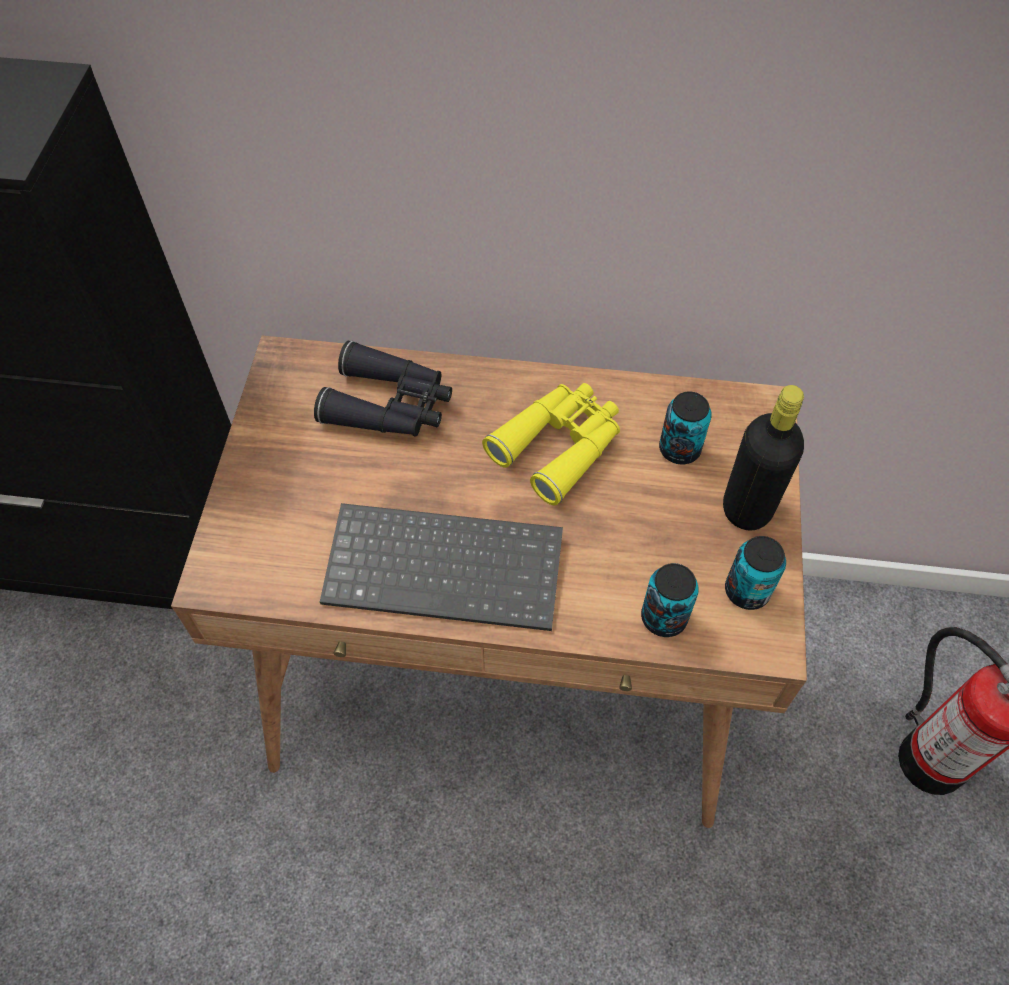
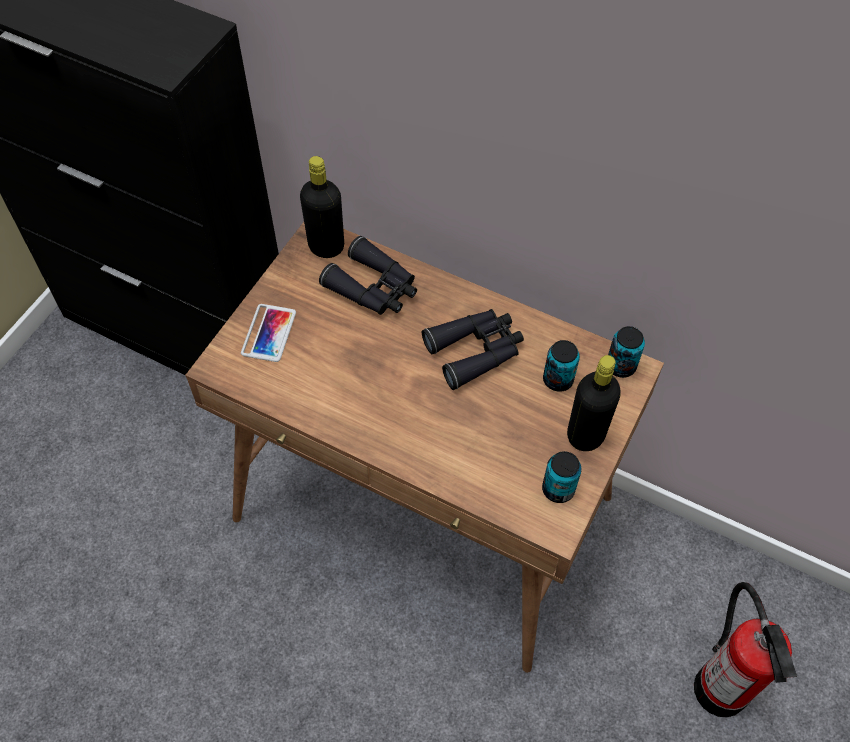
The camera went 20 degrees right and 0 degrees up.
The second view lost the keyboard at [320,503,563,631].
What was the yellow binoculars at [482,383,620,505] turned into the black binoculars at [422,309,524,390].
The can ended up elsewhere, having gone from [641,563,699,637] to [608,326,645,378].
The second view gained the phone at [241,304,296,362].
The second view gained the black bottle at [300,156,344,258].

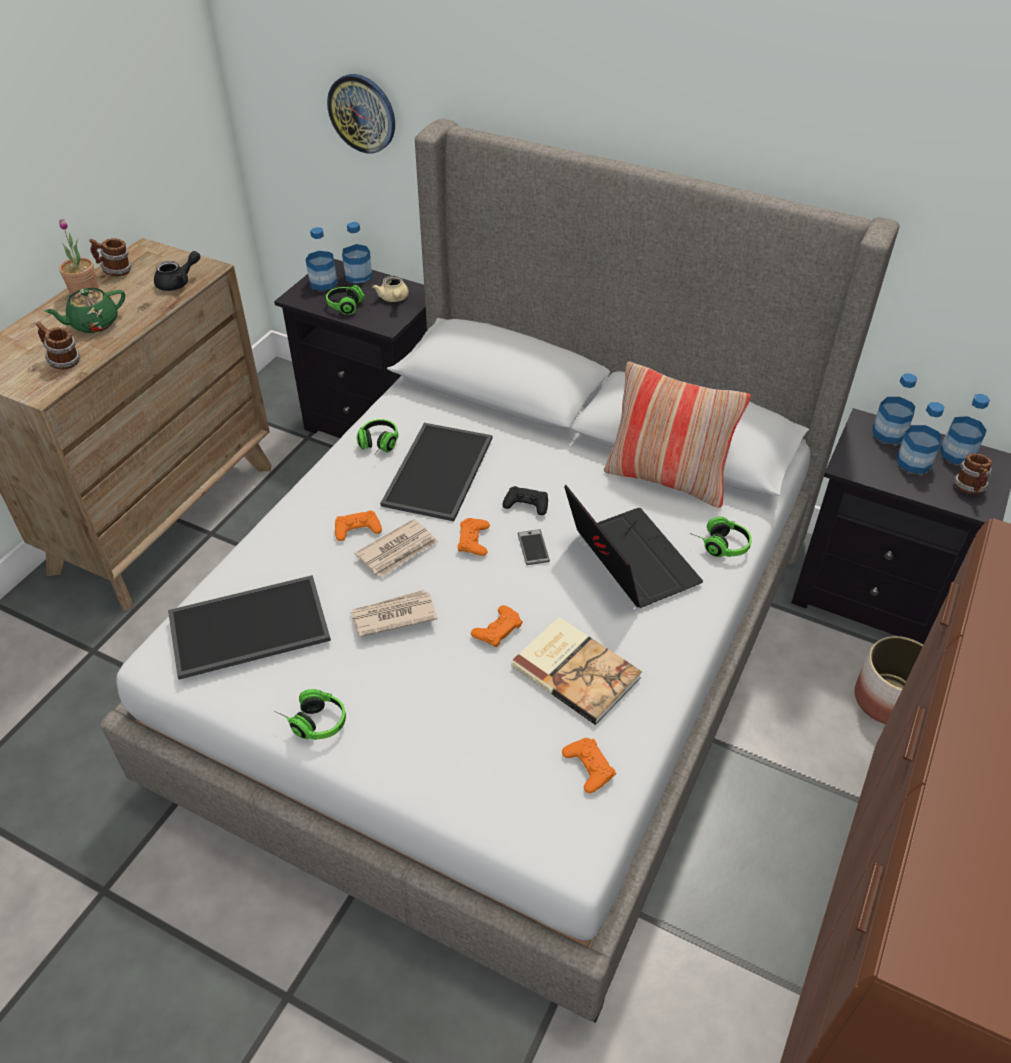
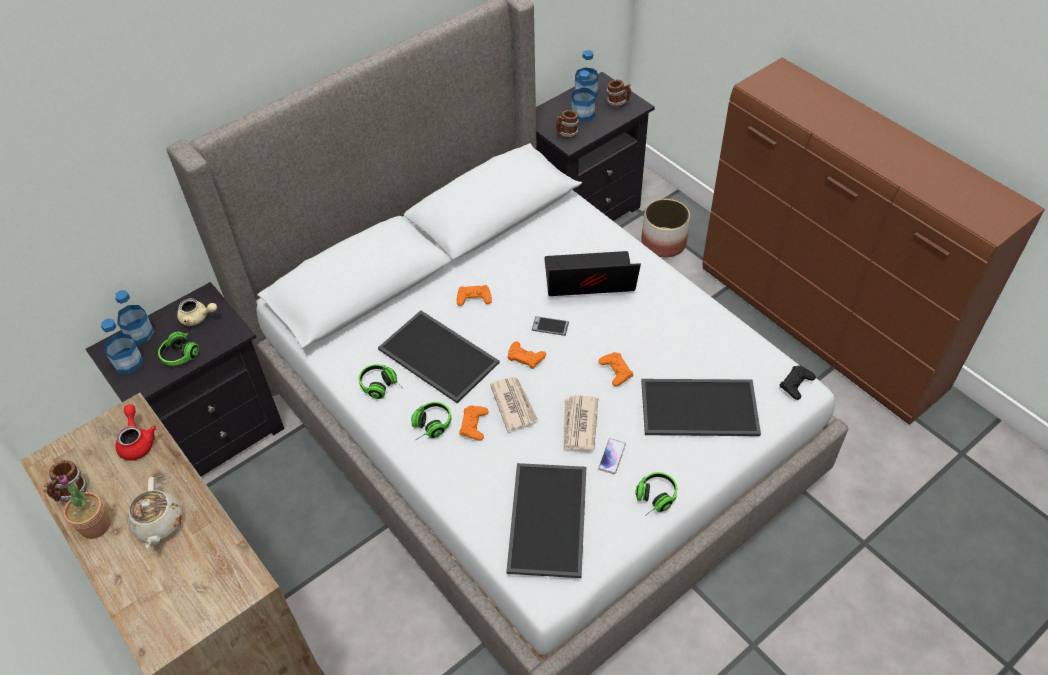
The camera went 65 degrees left and 5 degrees up.
The mug ended up elsewhere, having gone from [36,322,80,369] to [556,110,579,138].
What was the green teapot at [44,288,125,333] turned into the beige teapot at [127,477,182,548].
What was the black teapot at [154,251,200,291] turned into the red teapot at [115,404,156,461].
The second view lost the wall clock at [327,74,395,153].
The black game controller ended up elsewhere, having gone from [502,486,548,515] to [779,365,816,400].
The second view lost the book at [511,617,642,725].
The orange game controller ended up elsewhere, having gone from [562,738,616,793] to [456,285,492,306].
The second view lost the pillow at [604,362,751,508].
The headphones ended up elsewhere, having gone from [690,517,752,557] to [411,402,451,440].
The second view lost the bottle at [873,373,917,444].
The second view gained the phone at [598,438,626,474].
The second view gained the tray at [641,379,761,436].

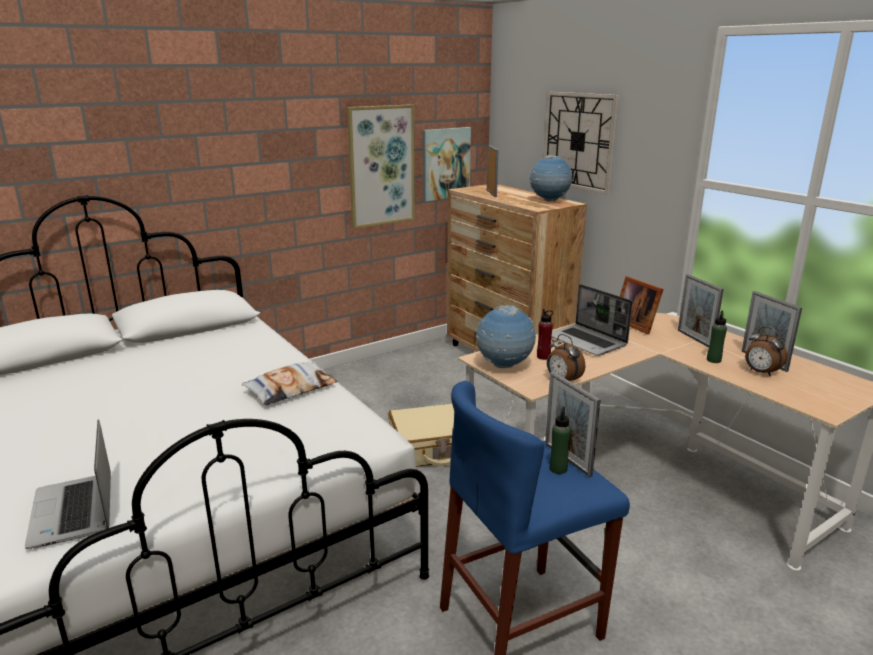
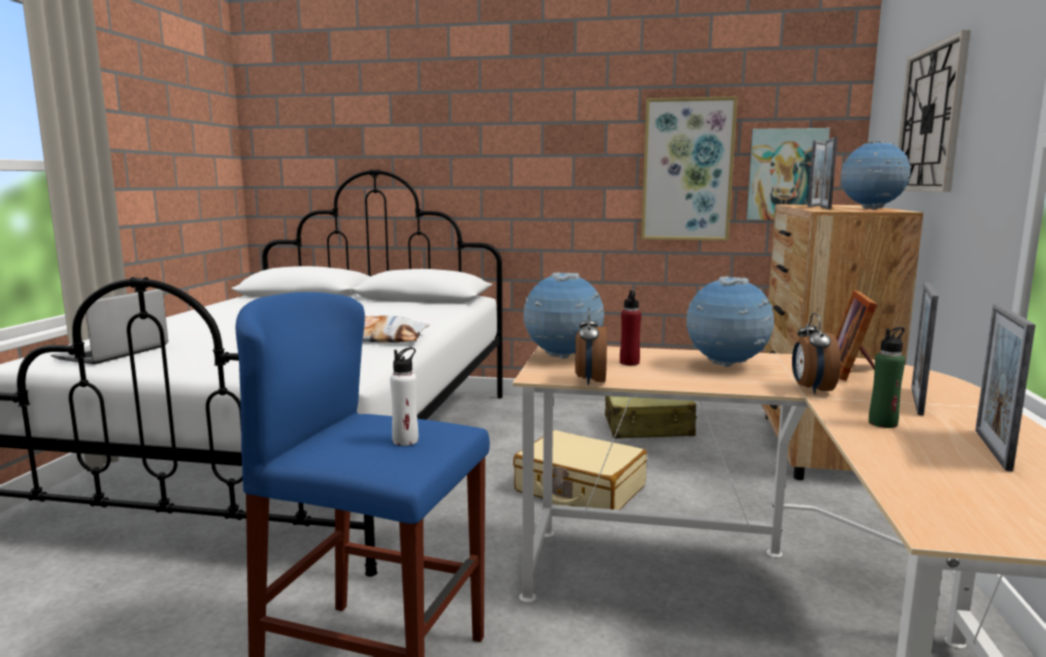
The camera went 45 degrees right and 10 degrees down.
The picture frame ended up elsewhere, having gone from [545,372,601,477] to [820,137,838,209].
What was the green bottle at [549,407,571,474] turned into the white bottle at [390,347,418,446].
Where the laptop stood at [552,284,633,356], the globe came to stand at [686,276,774,367].
The alarm clock ended up elsewhere, having gone from [745,326,787,376] to [792,313,841,394].
The second view gained the beige suitcase at [605,396,697,439].

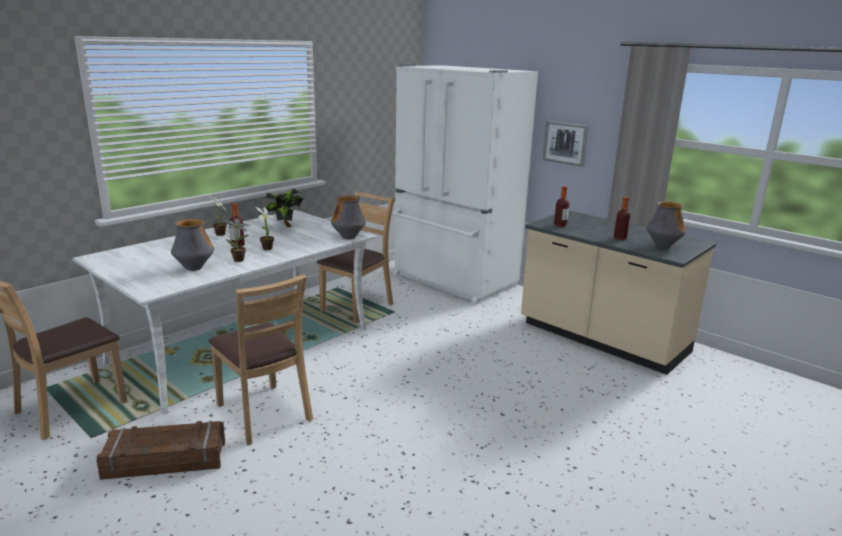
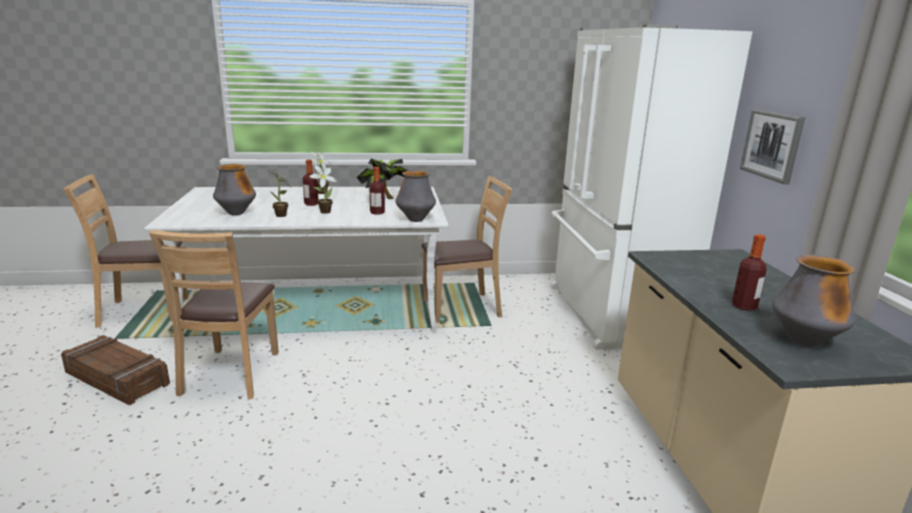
The camera went 40 degrees right and 0 degrees up.
The bottle ended up elsewhere, having gone from [554,186,569,227] to [369,167,385,215].

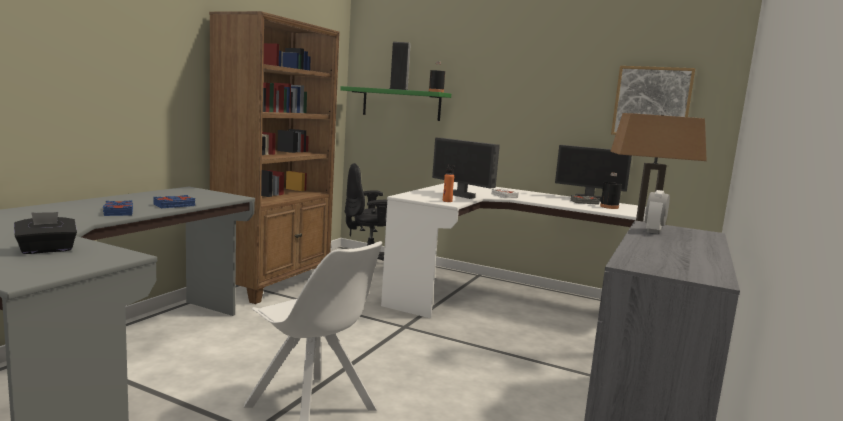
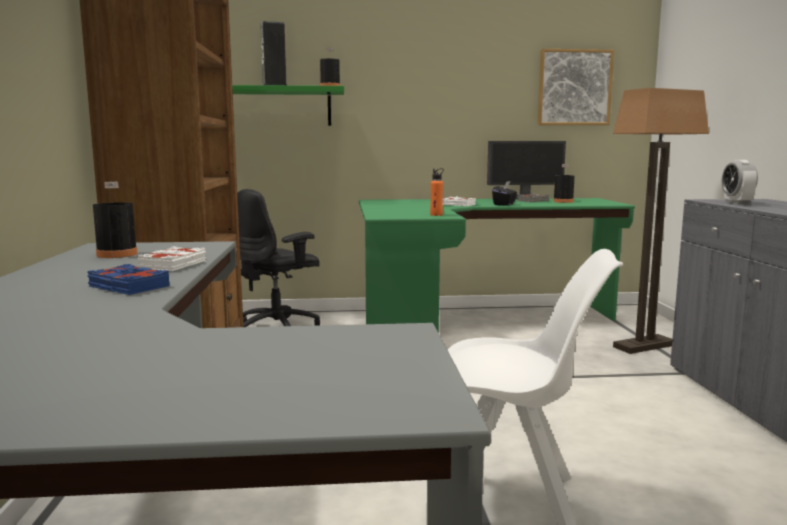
The camera went 30 degrees left and 0 degrees up.
The black tissue box ended up elsewhere, having gone from [14,212,77,254] to [492,181,517,206].
What was the blue book at [153,195,196,208] turned into the white book at [137,246,206,271].
What was the white desk at [381,182,646,318] turned into the green desk at [359,198,635,333].
The second view lost the monitor at [432,138,500,199].
The second view gained the black bottle at [93,182,138,258].

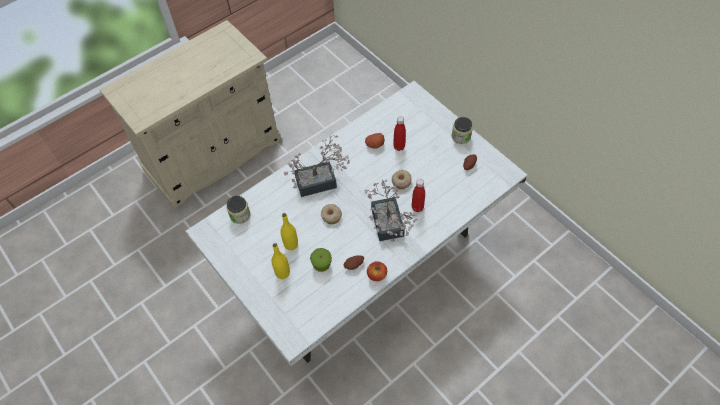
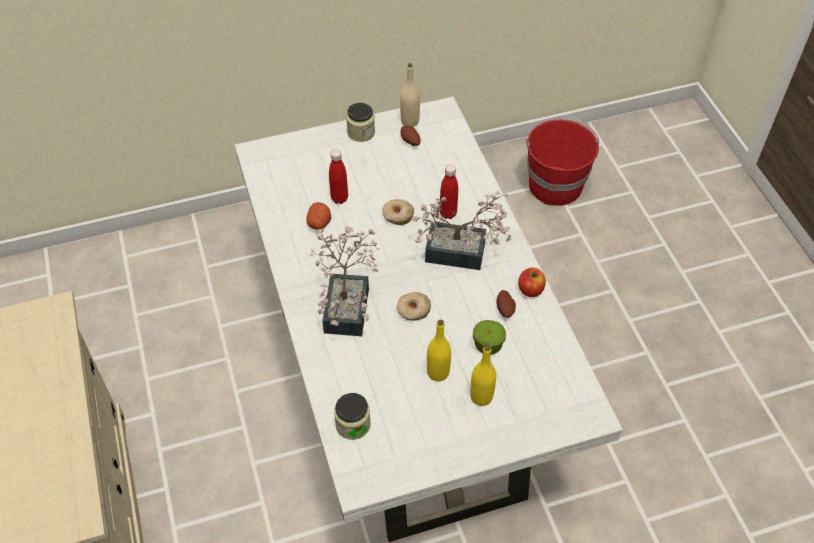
The camera went 70 degrees left and 5 degrees down.
The second view gained the beige bottle at [400,63,420,127].
The second view gained the red bucket at [525,119,599,206].

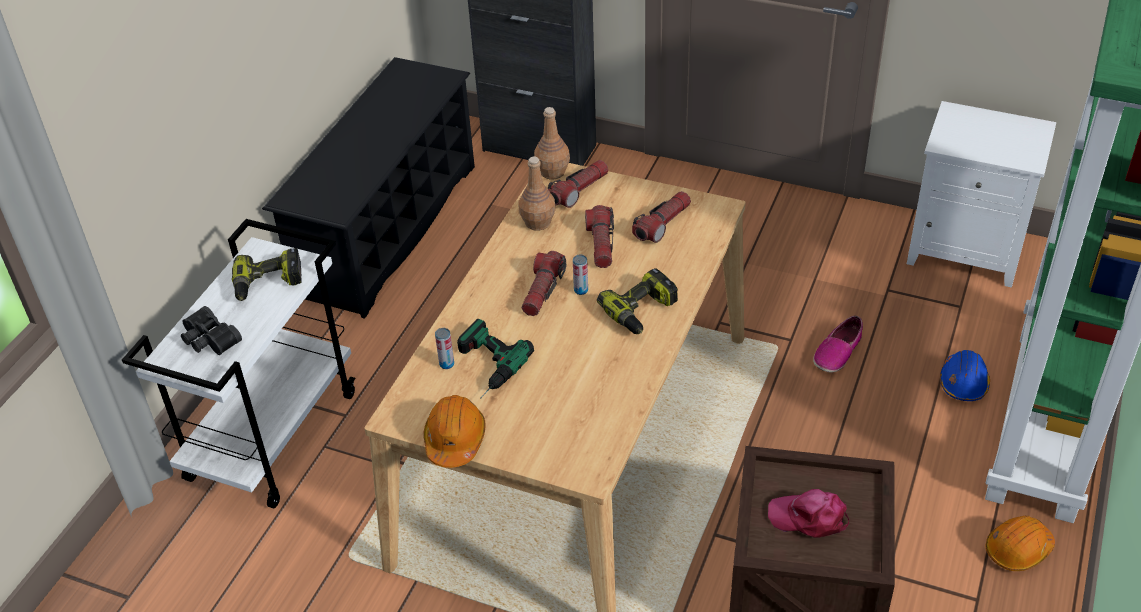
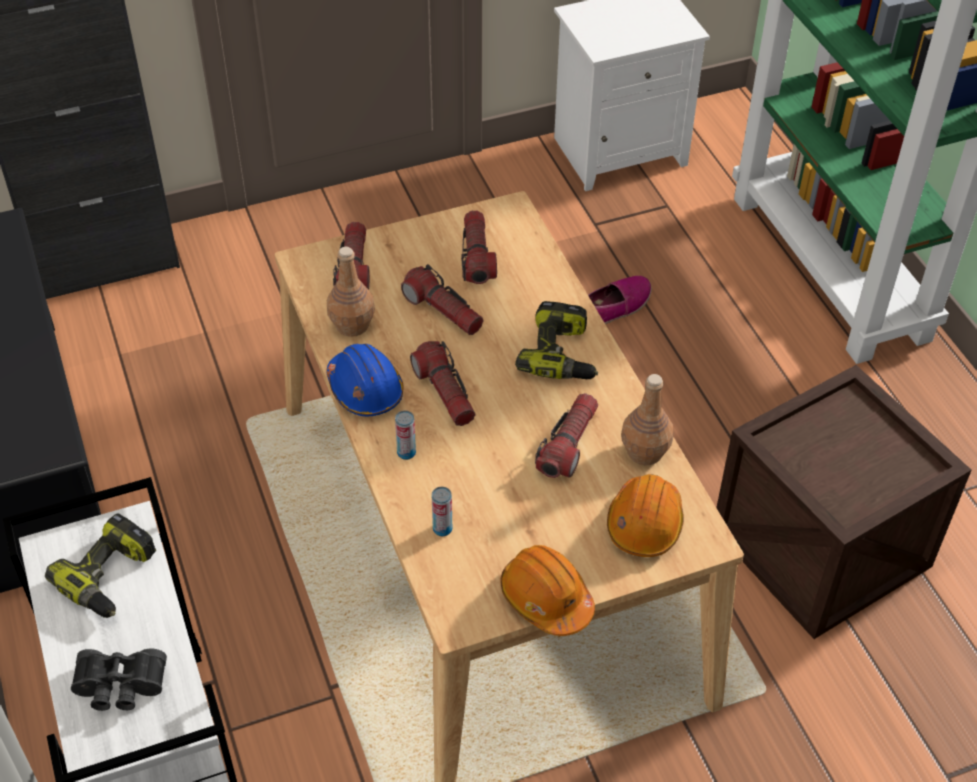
The camera went 45 degrees left and 5 degrees up.
The second view lost the power drill at [457,319,534,399].
The brown bottle ended up elsewhere, having gone from [534,107,570,180] to [621,374,674,465].
The can ended up elsewhere, having gone from [573,255,588,295] to [395,410,416,460].
The second view lost the pink cap at [768,489,849,538].
The shoe at [813,315,863,373] ended up facing another way, 120 degrees counterclockwise from before.
The blue hard hat ended up elsewhere, having gone from [940,350,990,401] to [326,344,404,416].
The orange hard hat ended up elsewhere, having gone from [985,516,1055,571] to [607,474,684,557].
The second view gained the flashlight at [535,393,598,478].

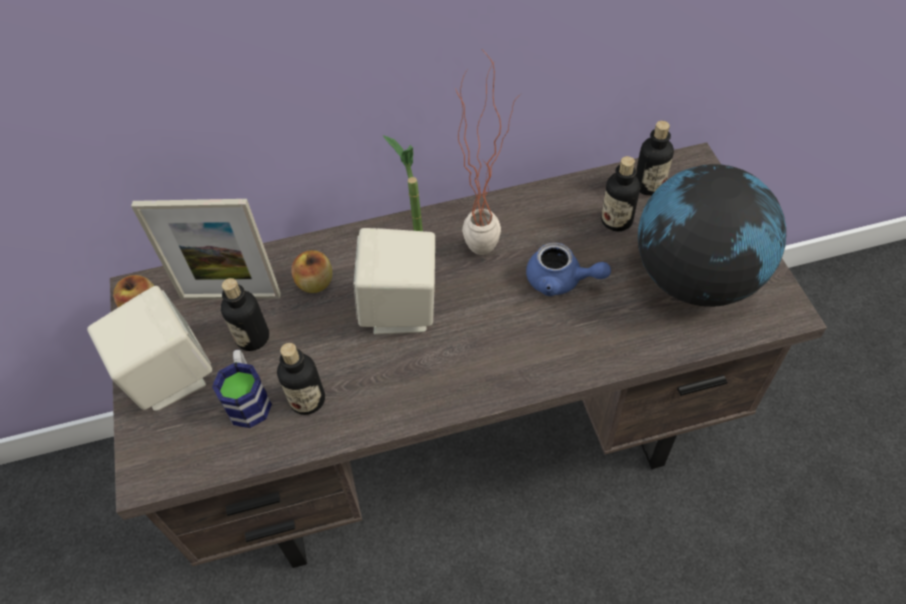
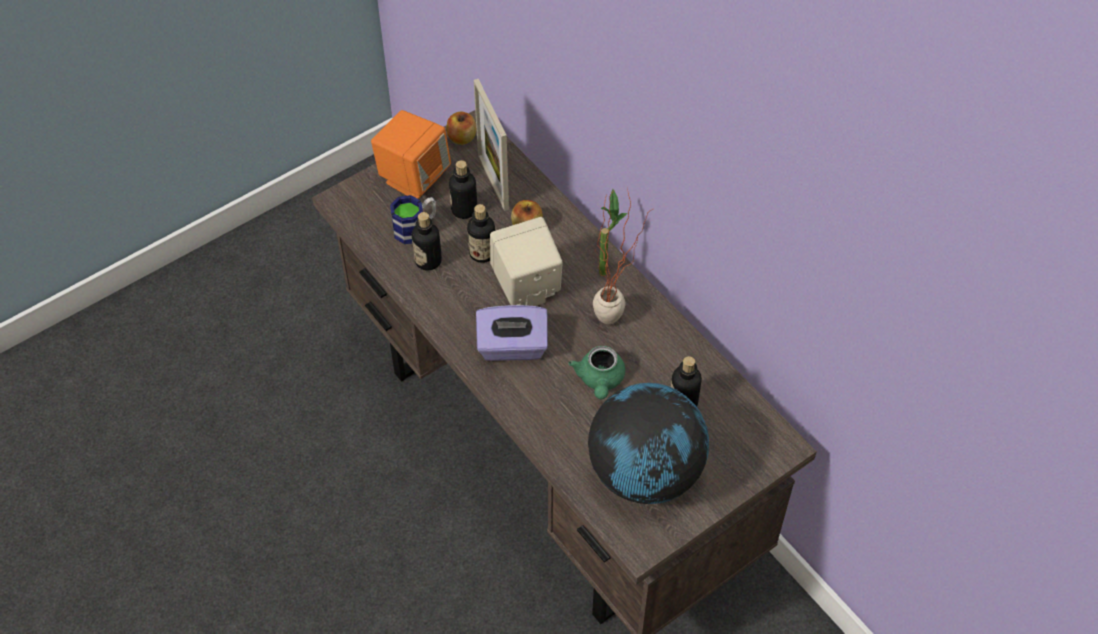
The camera went 65 degrees right and 0 degrees up.
What was the beige speaker at [87,286,212,411] turned into the orange speaker at [371,110,451,199].
What was the blue teapot at [526,243,611,296] turned into the green teapot at [568,346,625,399].
The bottle ended up elsewhere, having gone from [636,121,674,196] to [467,204,495,263].
The second view gained the purple tissue box at [476,305,548,361].

